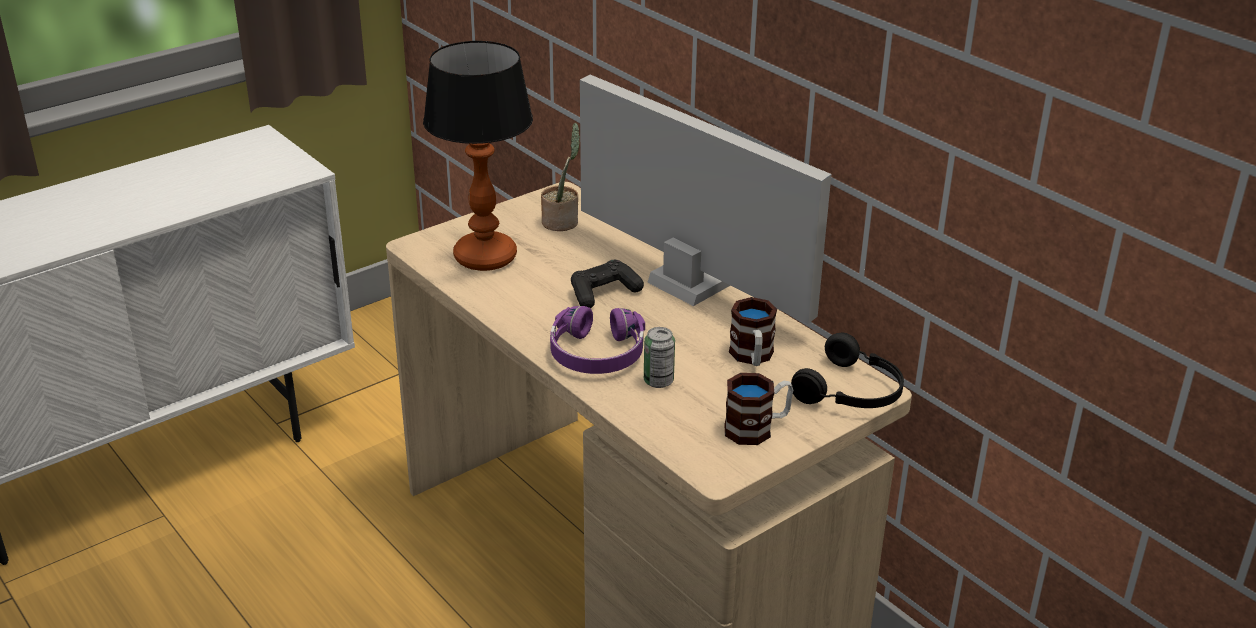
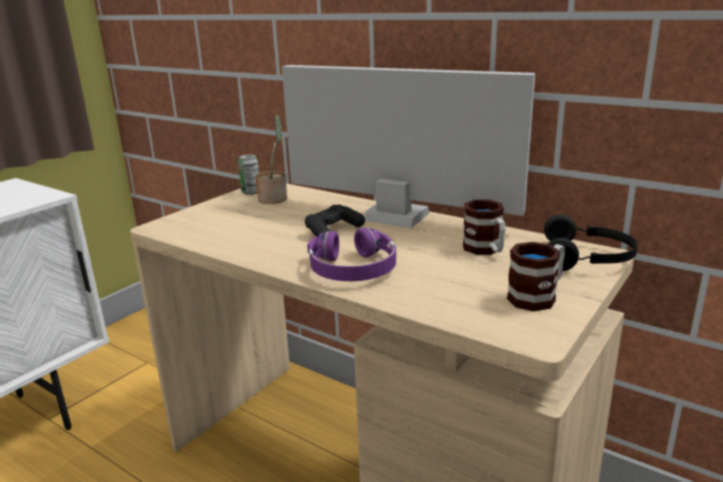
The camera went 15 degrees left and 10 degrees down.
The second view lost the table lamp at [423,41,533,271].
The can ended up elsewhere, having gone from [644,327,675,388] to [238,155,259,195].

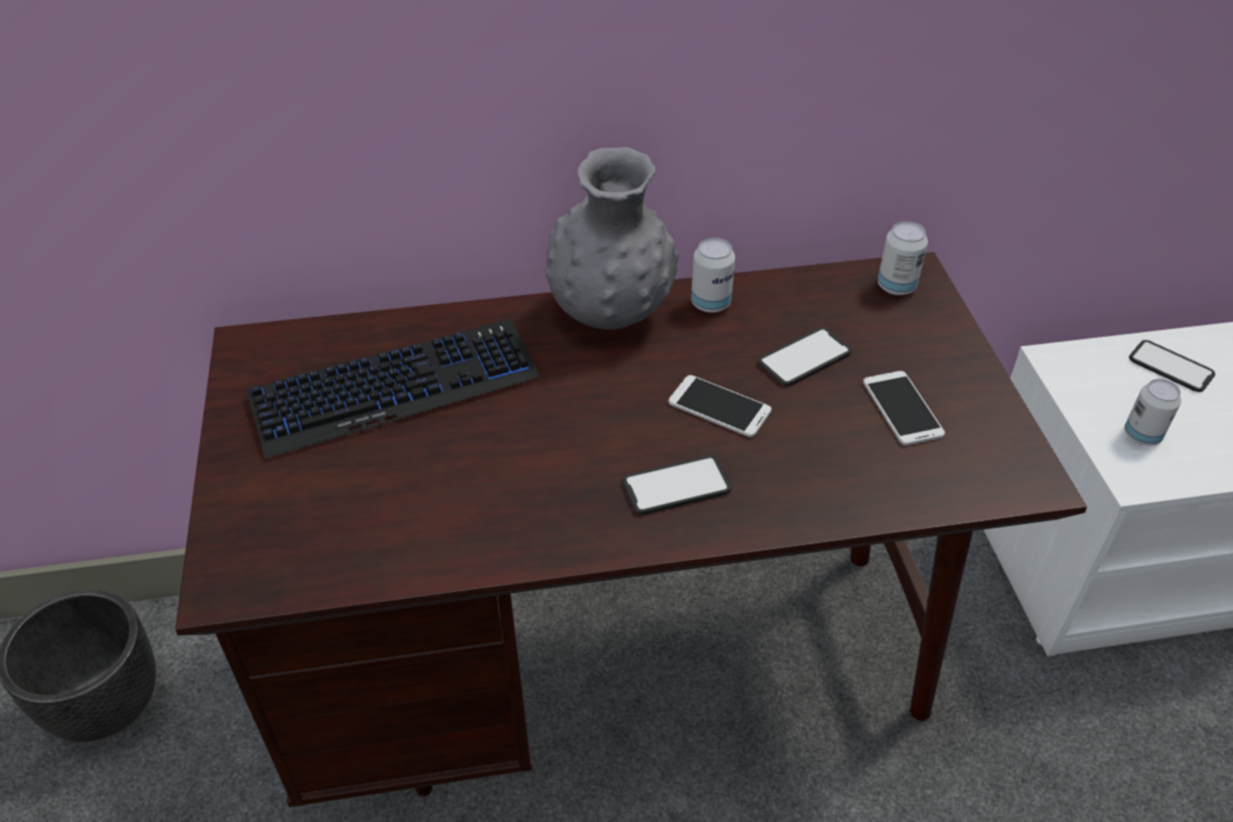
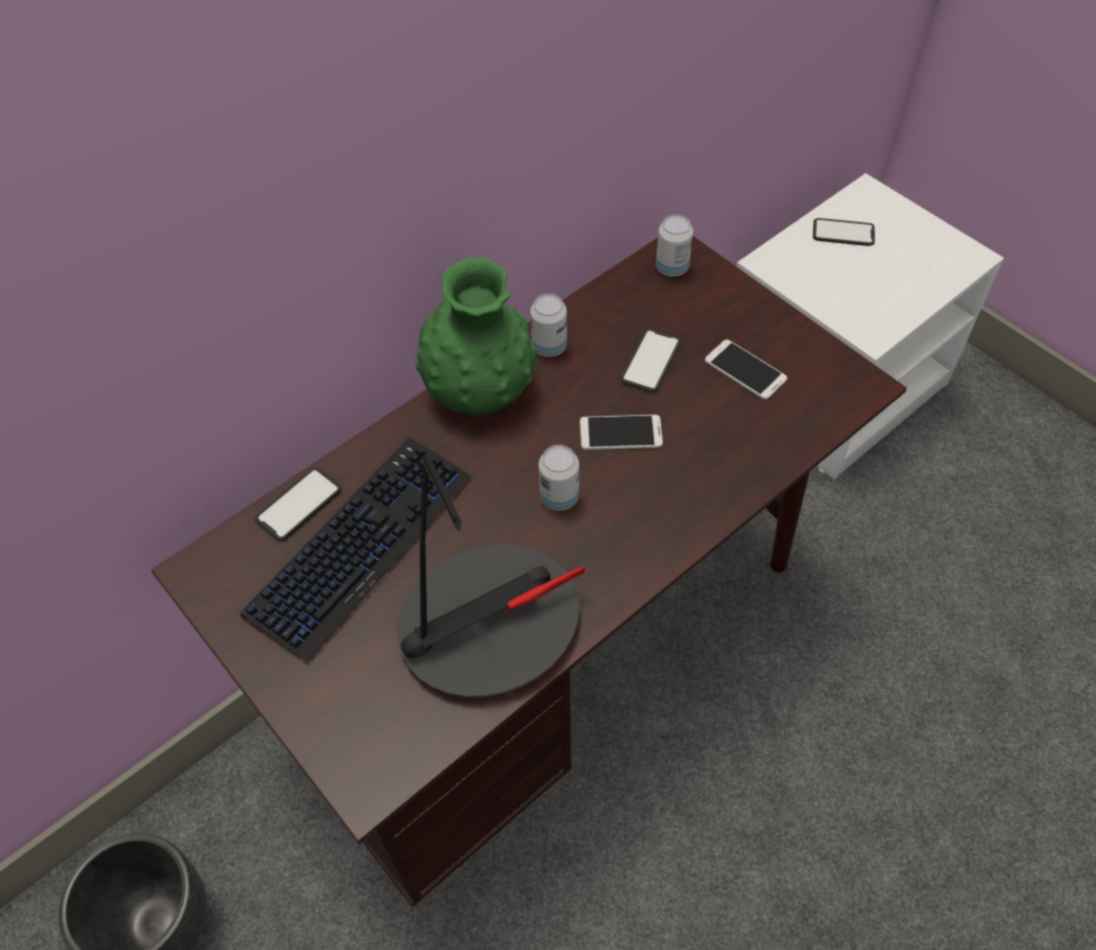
The camera went 30 degrees left and 10 degrees up.
What was the grey vase at [545,147,679,330] turned into the green vase at [415,258,537,415].
The phone ended up elsewhere, having gone from [622,455,732,515] to [255,468,342,541].
The can ended up elsewhere, having gone from [1124,379,1181,446] to [539,445,579,511].
The second view gained the table lamp at [397,455,585,698].

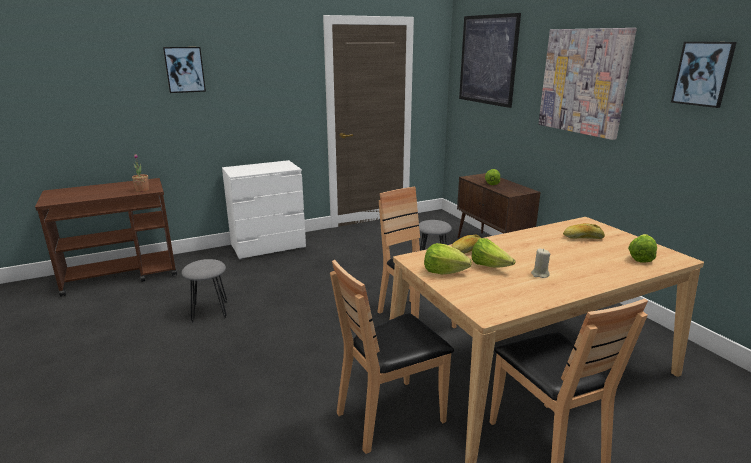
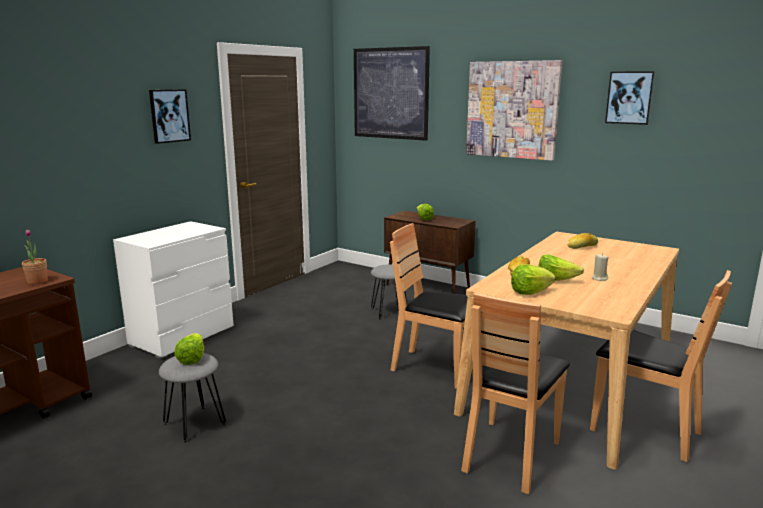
The camera went 30 degrees left and 5 degrees down.
The picture ended up elsewhere, having gone from [163,47,206,93] to [149,89,191,144].
The lettuce ended up elsewhere, having gone from [628,234,657,263] to [174,333,204,365].

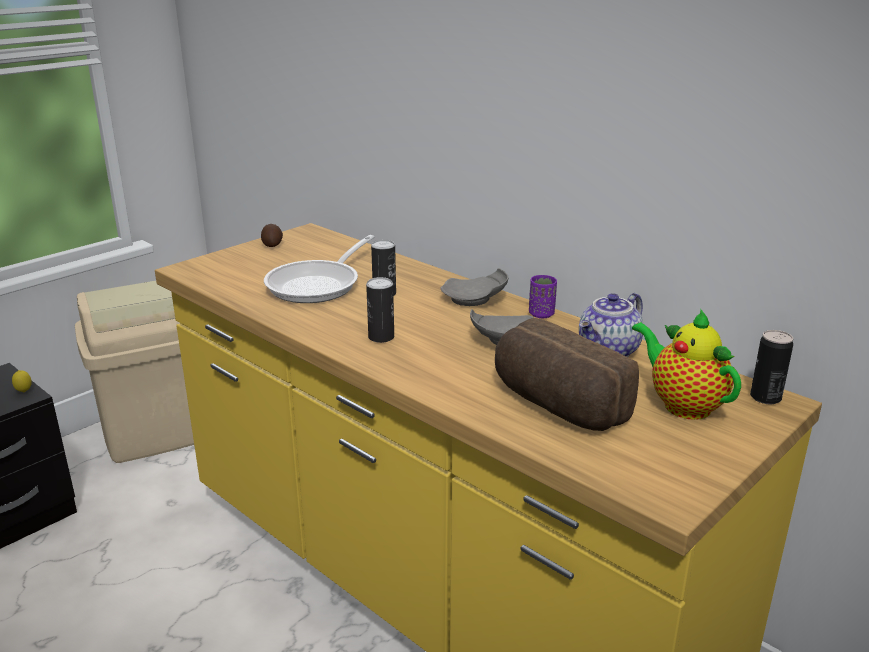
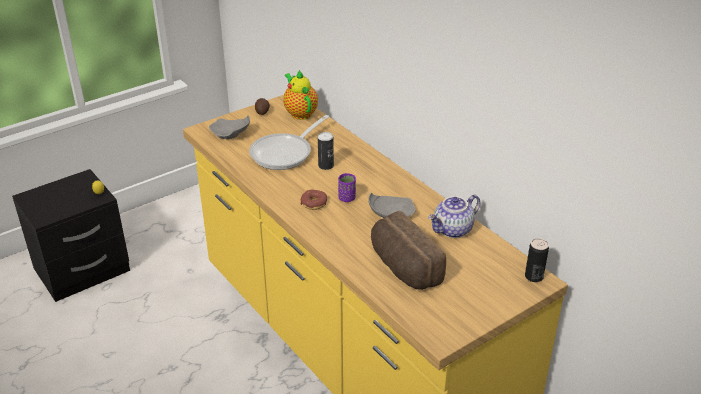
The camera went 10 degrees right and 10 degrees up.
The second view lost the beige trash can at [75,281,194,463].
Where the can stood at [366,277,394,343], the donut came to stand at [301,190,327,210].
The grey plate ended up elsewhere, having gone from [441,268,508,306] to [209,116,250,139].
The purple cup ended up elsewhere, having gone from [529,275,557,318] to [338,173,356,202].
The teapot ended up elsewhere, having gone from [632,309,741,420] to [283,70,318,120].

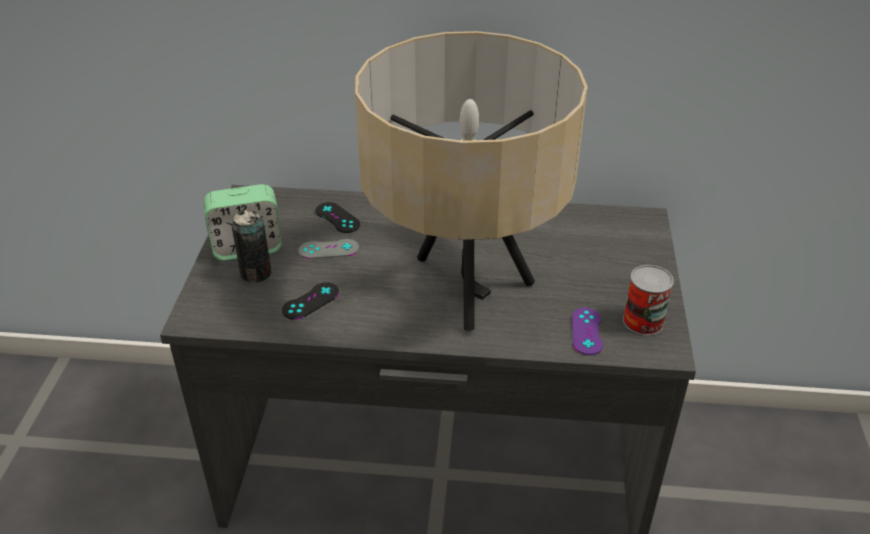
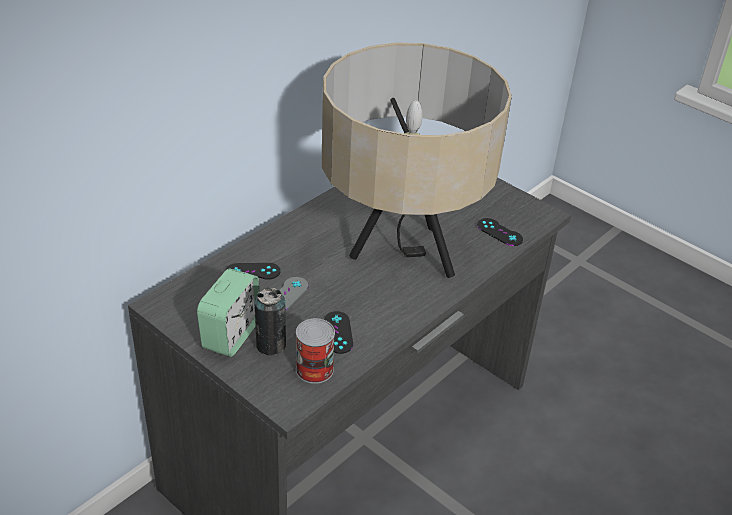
The camera went 55 degrees left and 0 degrees up.
What was the purple game controller at [572,308,603,355] turned into the black game controller at [477,218,523,246].
The can ended up elsewhere, having gone from [623,265,674,335] to [296,318,335,384].

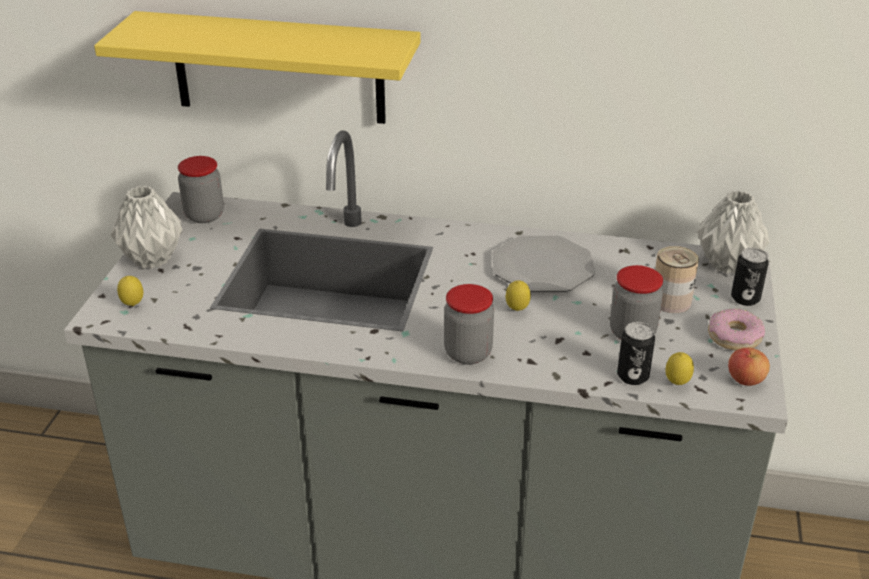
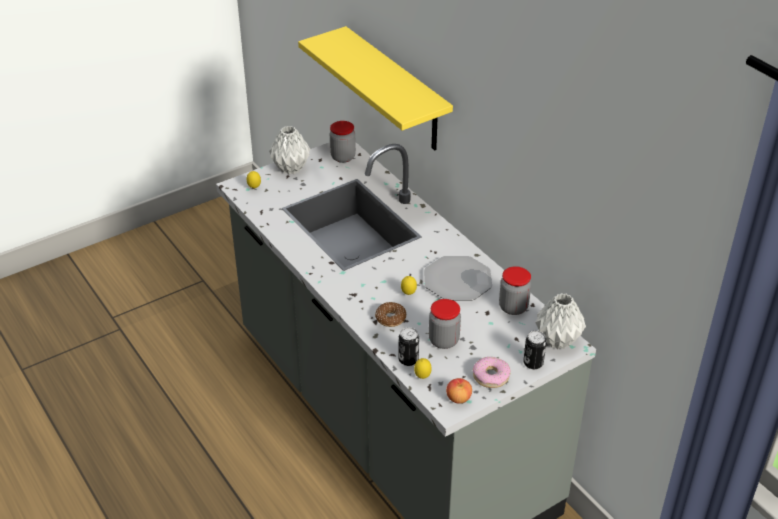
The camera went 45 degrees right and 5 degrees up.
The jar ended up elsewhere, having gone from [444,284,494,364] to [499,266,531,315].
The second view lost the can at [655,246,699,313].
The second view gained the donut at [375,302,406,327].

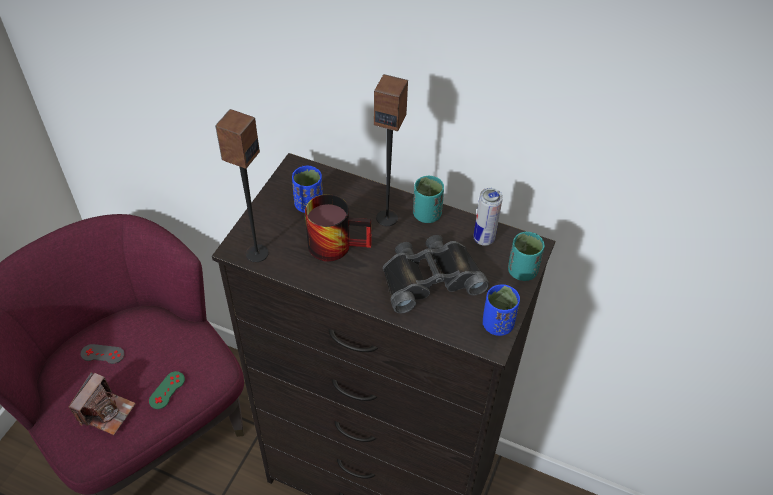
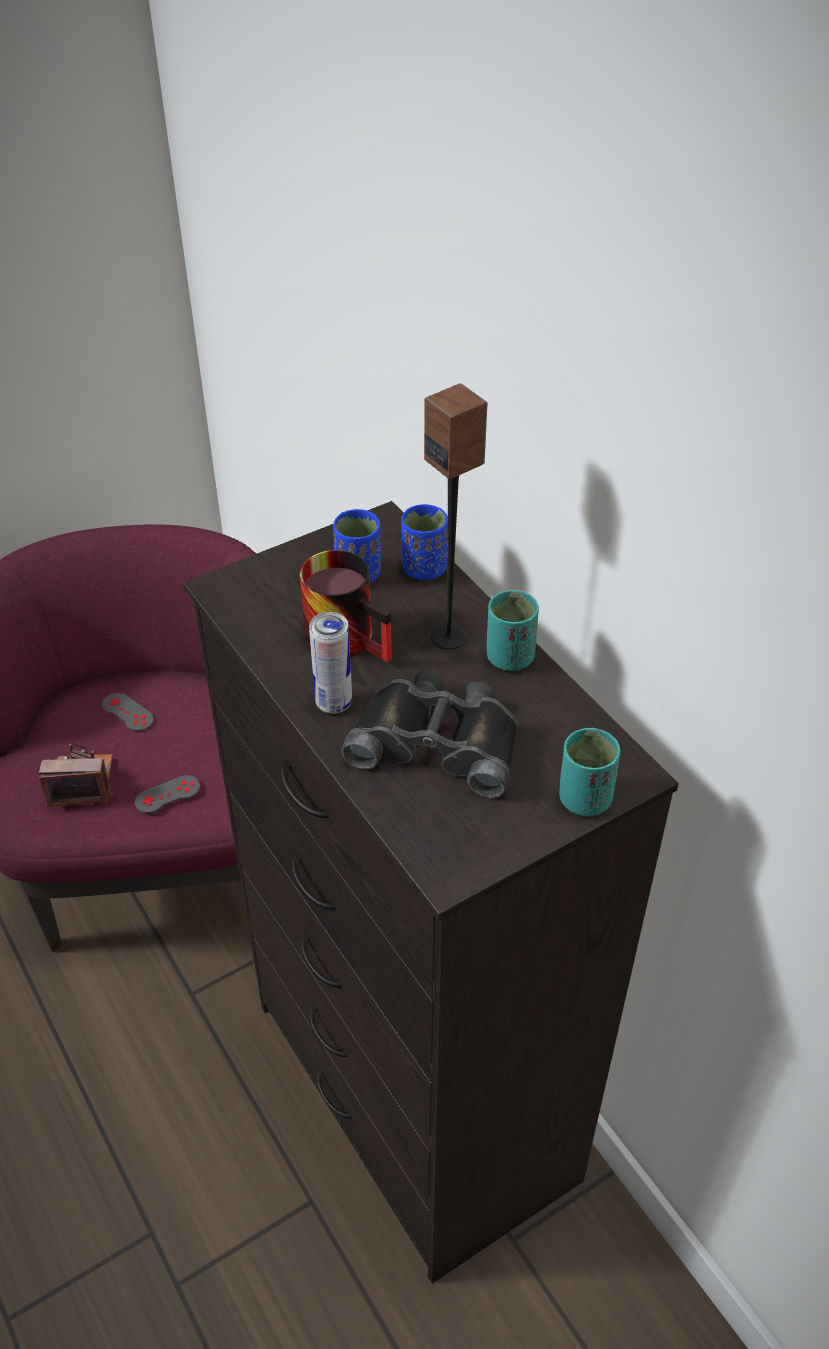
The camera went 35 degrees right and 5 degrees down.
The photo camera at [69,372,136,435] ended up facing another way, 150 degrees counterclockwise from before.
What was the green game controller at [149,371,185,409] turned into the grey game controller at [135,775,200,813].
The second view lost the speaker at [215,109,269,262].
The can ended up elsewhere, having gone from [473,188,503,246] to [309,612,352,714].
The blue cup ended up elsewhere, having gone from [483,284,520,336] to [401,504,448,580].

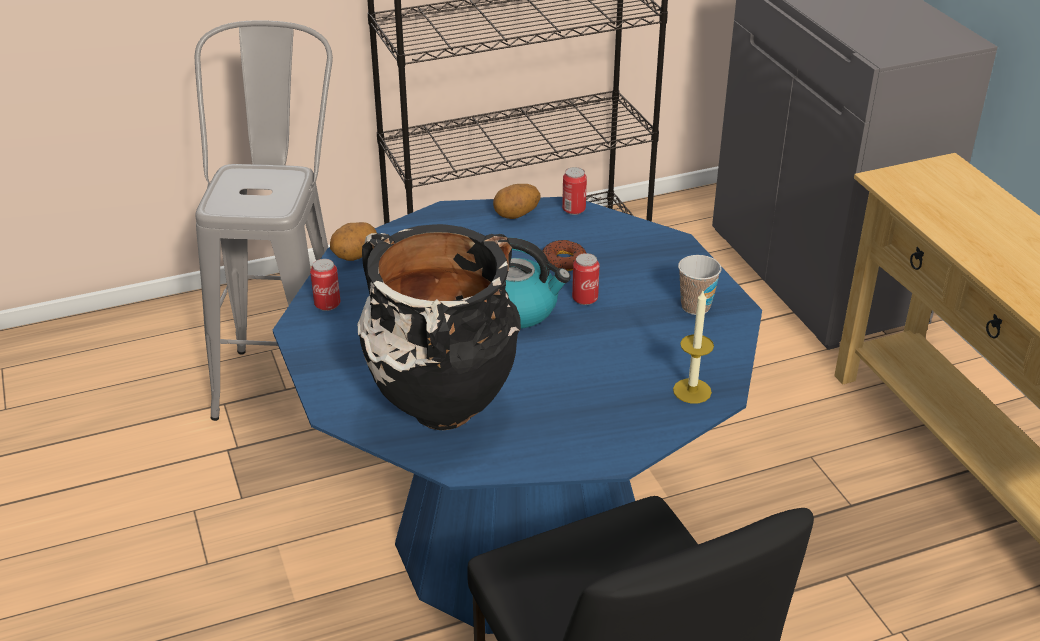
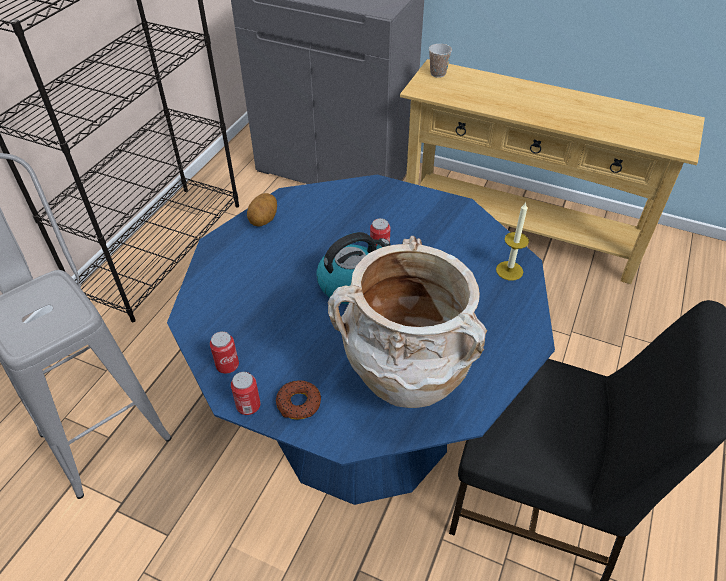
The camera went 45 degrees left and 10 degrees up.
The second view lost the potato at [330,222,377,261].
What was the black vase at [357,224,521,430] turned into the beige vase at [328,236,487,408].
The donut ended up elsewhere, having gone from [543,240,586,271] to [276,380,321,420].
The can ended up elsewhere, having gone from [562,167,587,215] to [231,372,260,415].
The cup ended up elsewhere, having gone from [678,255,721,315] to [429,44,452,78].

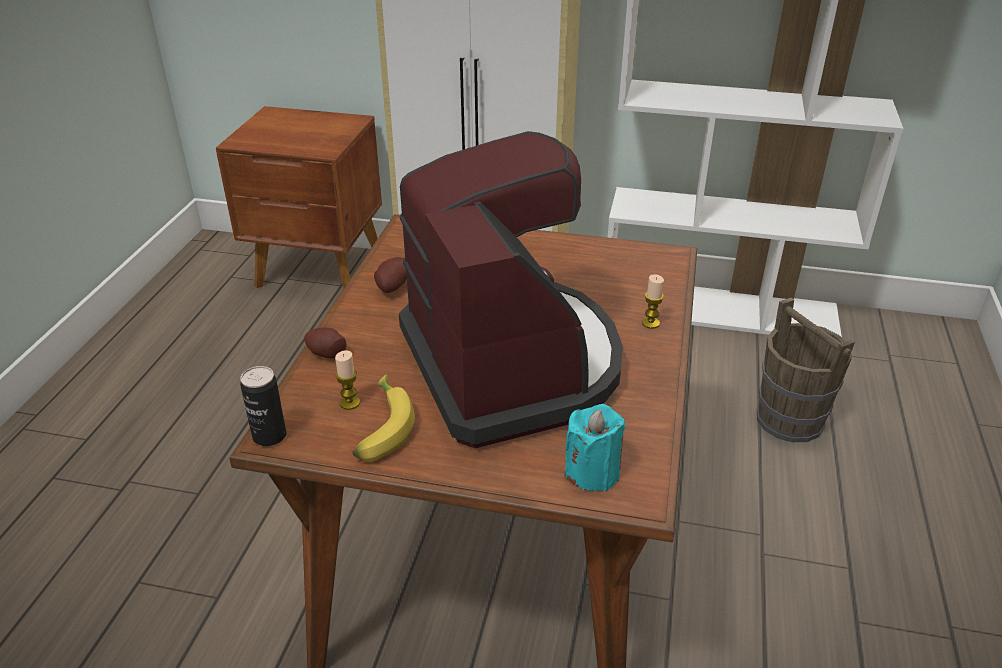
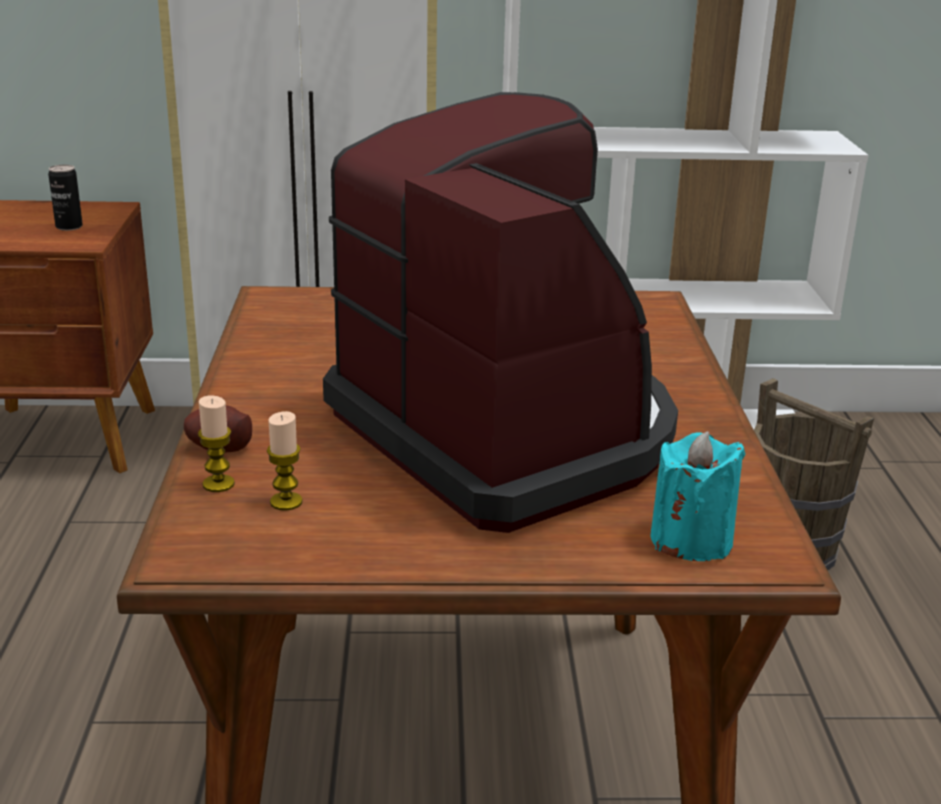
The camera went 15 degrees left and 10 degrees down.
The can ended up elsewhere, having gone from [240,366,287,446] to [48,165,83,231].
The second view lost the banana at [352,374,415,462].
The second view lost the potato at [374,257,407,293].
The candle ended up elsewhere, having gone from [642,274,664,329] to [198,395,235,492].

